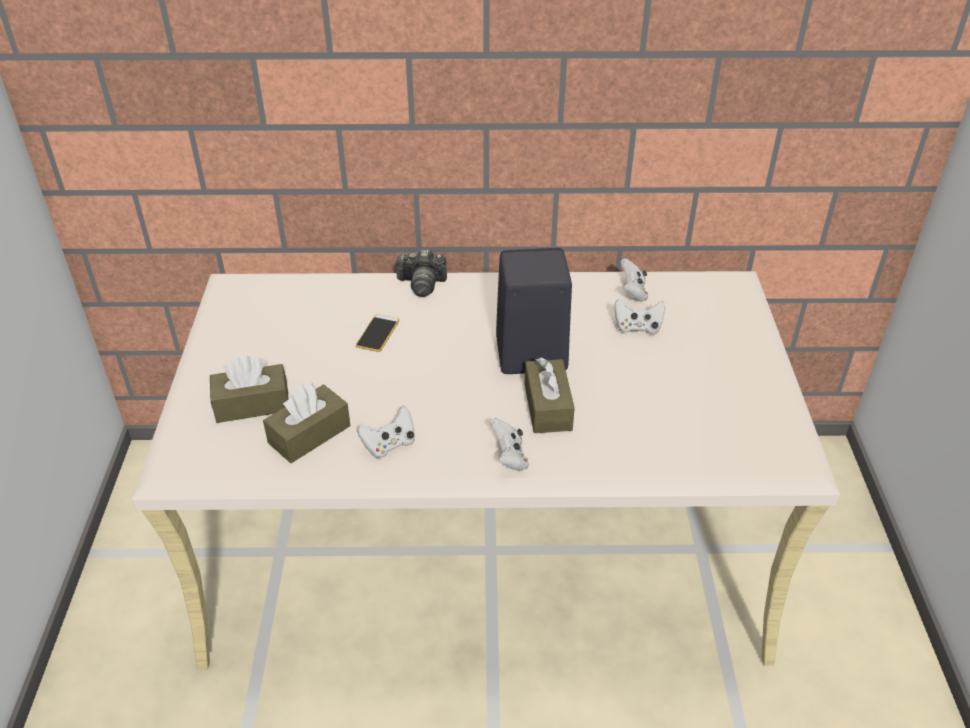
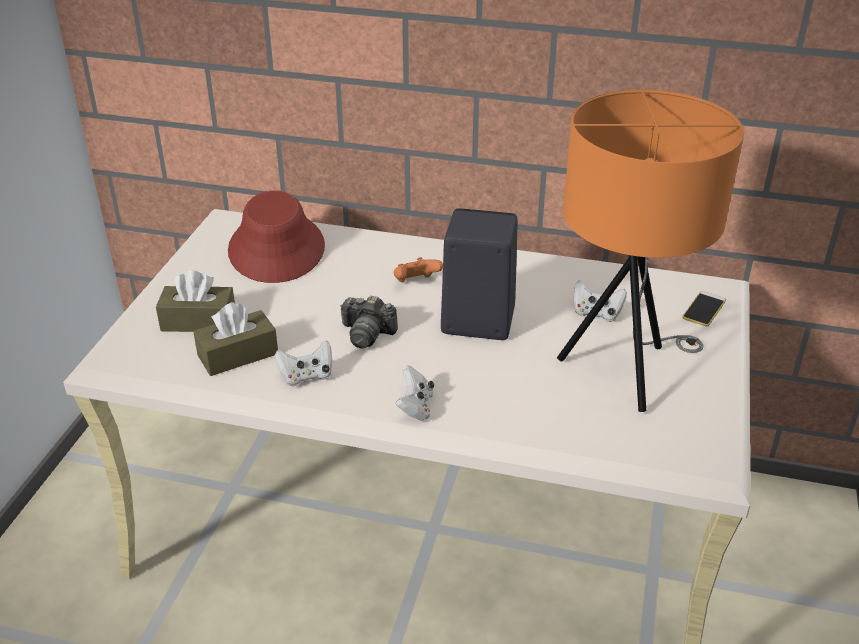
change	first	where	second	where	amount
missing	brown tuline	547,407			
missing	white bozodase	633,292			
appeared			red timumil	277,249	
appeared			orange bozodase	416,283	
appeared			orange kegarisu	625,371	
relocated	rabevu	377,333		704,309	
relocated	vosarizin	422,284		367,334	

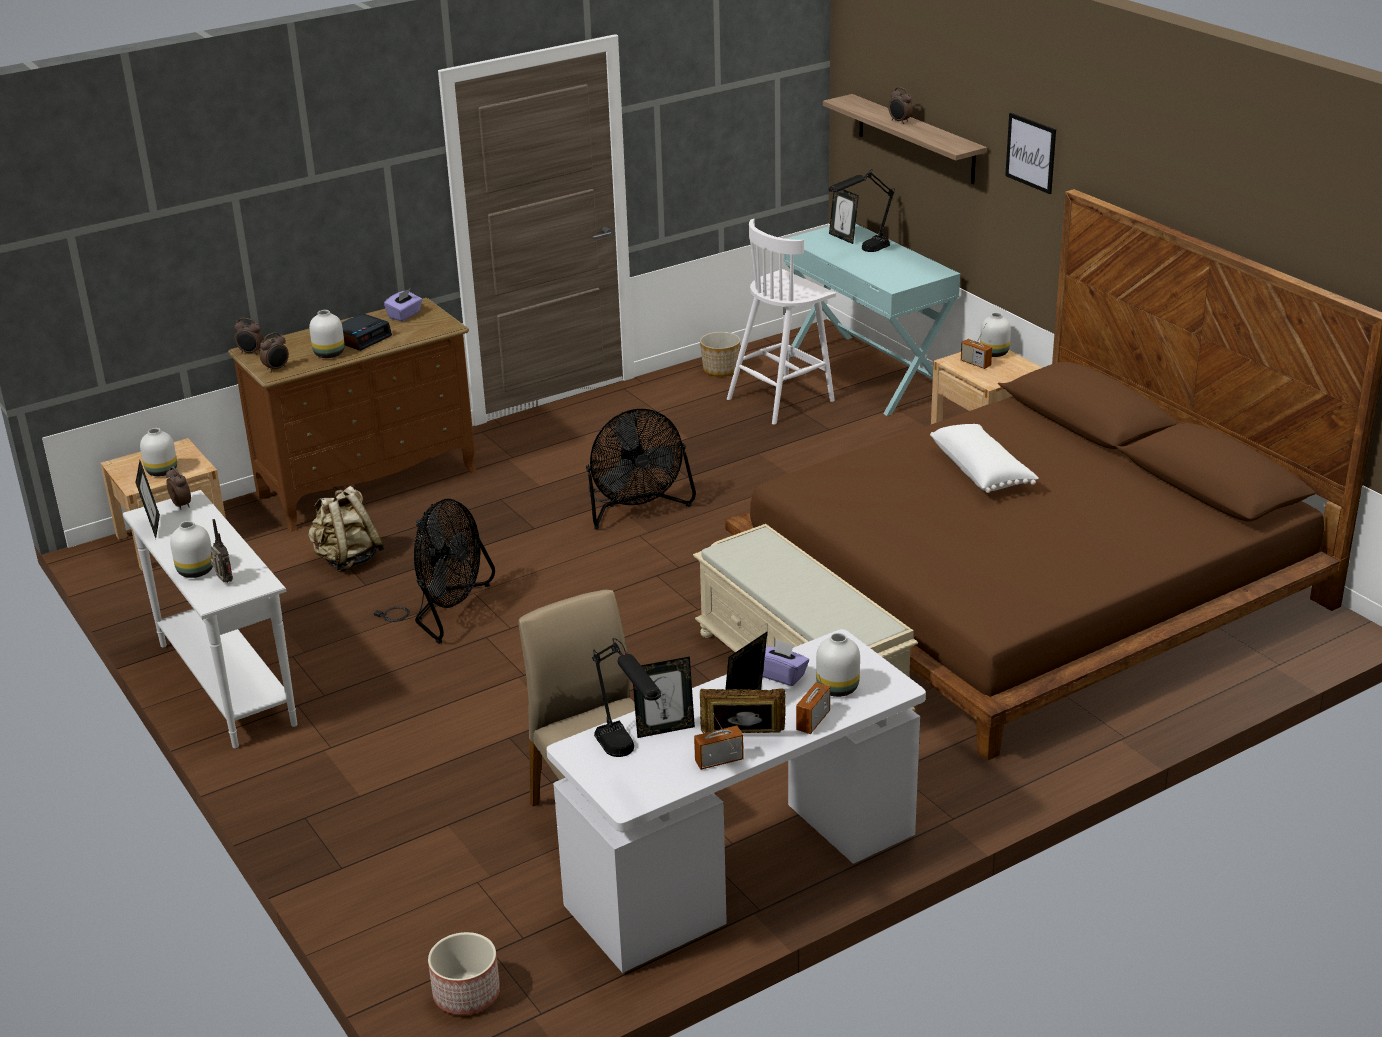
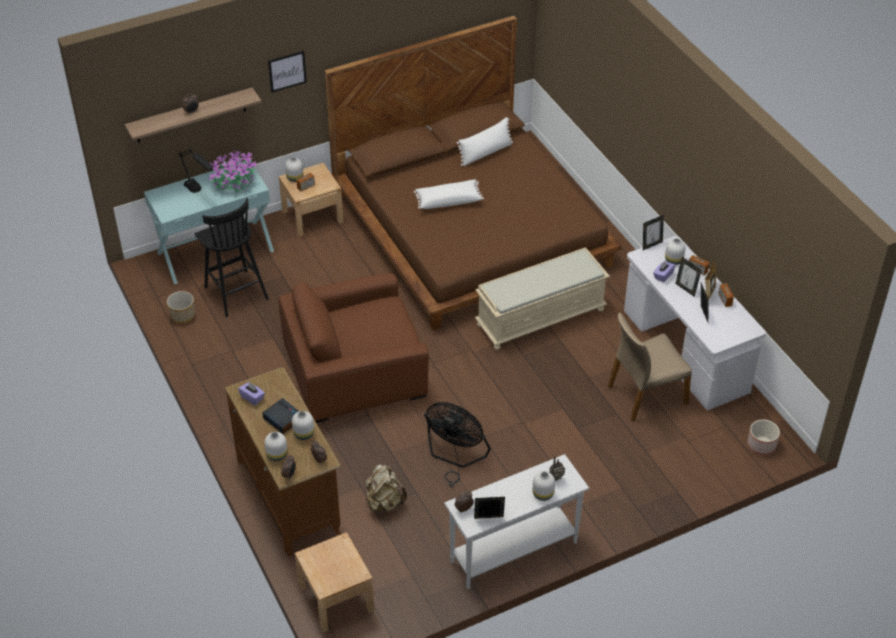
change	first	where	second	where	amount
missing	black kegarisu	628,760			
appeared			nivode	235,183	
appeared			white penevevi	485,153	
relocated	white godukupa	161,471		276,455	
relocated	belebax	843,238		651,245	
exchanged	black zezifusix	631,508	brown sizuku	355,369	
colour	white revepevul	783,398	black revepevul	235,291	

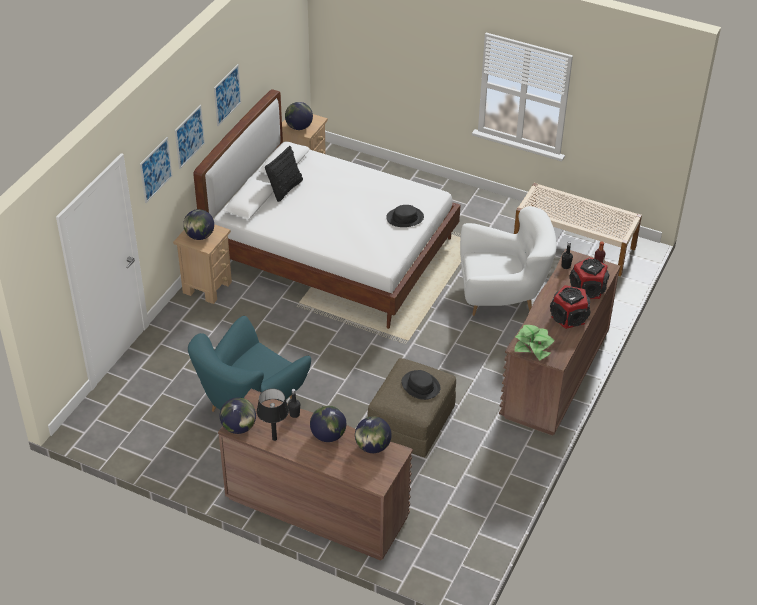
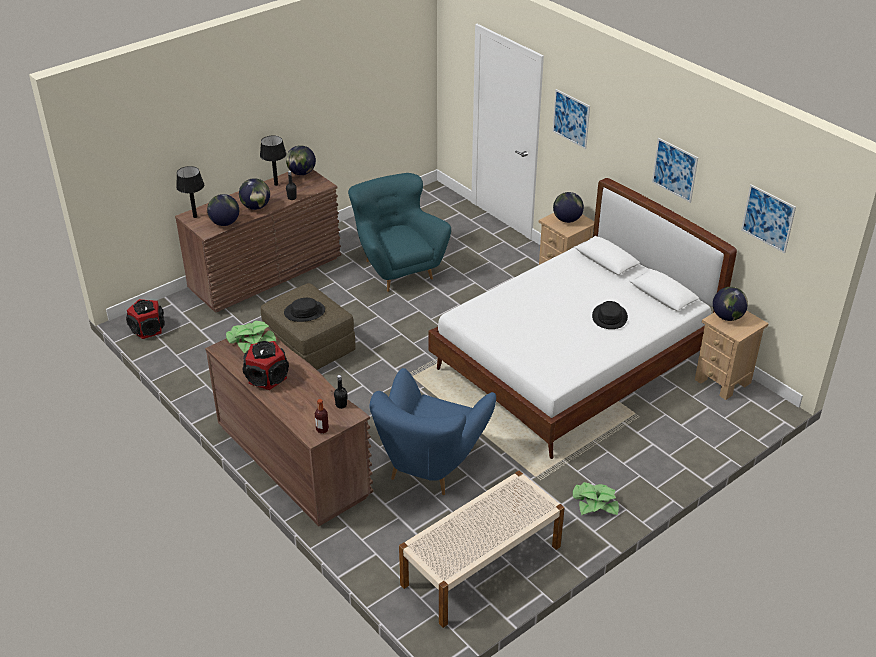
change	first	where	second	where	amount
missing	black penevevi	285,189			
appeared			black kegarisu	195,217	
appeared			nivode	595,503	
relocated	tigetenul	189,136		768,218	
relocated	black timumil	405,218		609,317	
relocated	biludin	587,289		148,329	
colour	white sizuku	502,297	blue sizuku	430,465	

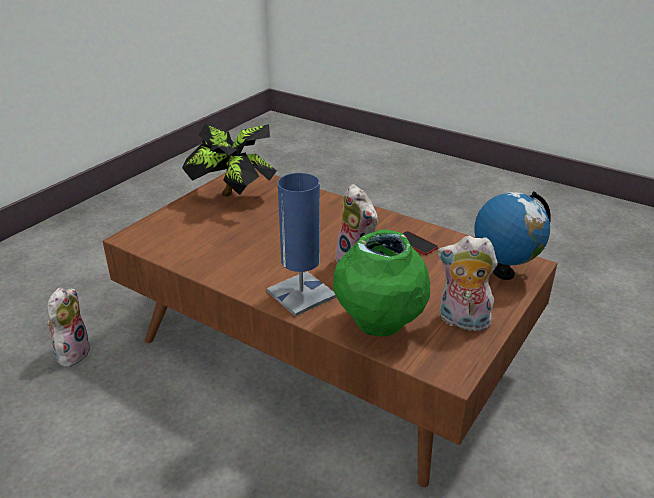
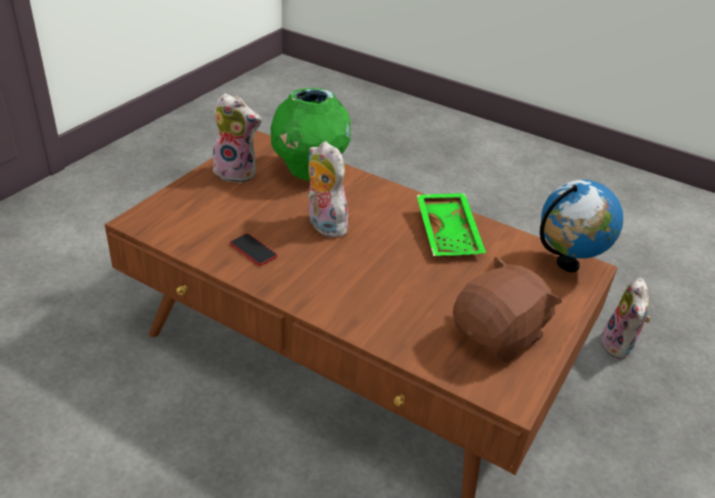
change	first	where	second	where	amount
missing	blue kegarisu	301,294			
appeared			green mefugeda	449,233	
relocated	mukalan	503,273		567,264	
exchanged	nivode	234,197	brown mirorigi	498,335	

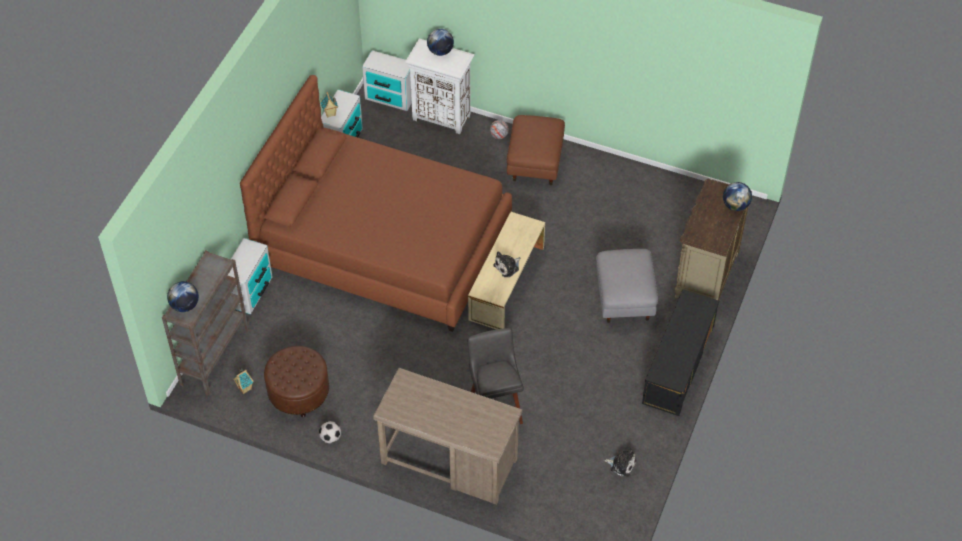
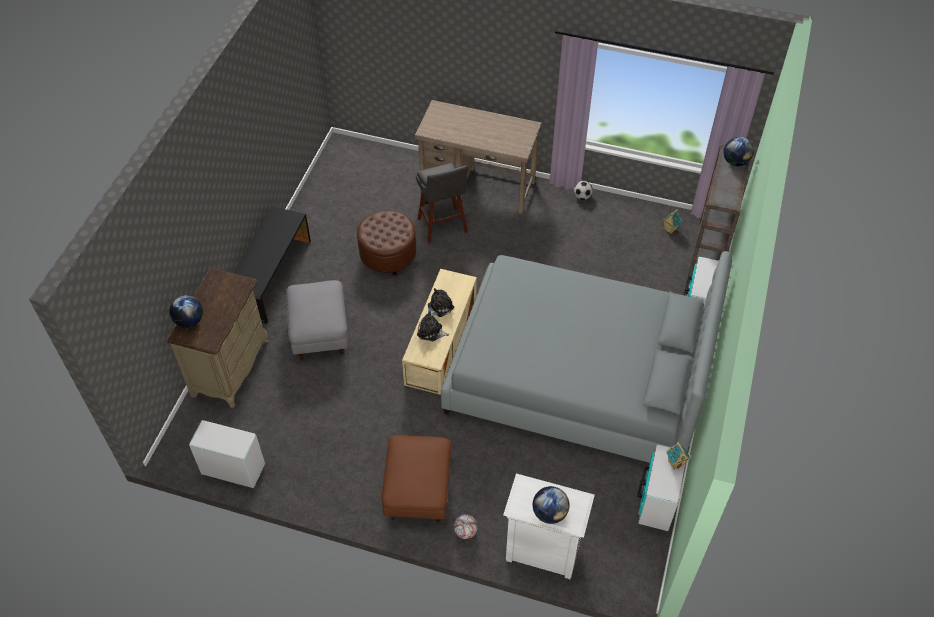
change	first	where	second	where	amount
relocated	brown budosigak	299,394		388,256	
relocated	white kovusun	390,100		234,470	
relocated	mirorigi	621,464		431,331	
colour	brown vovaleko	383,243	grey vovaleko	578,377	

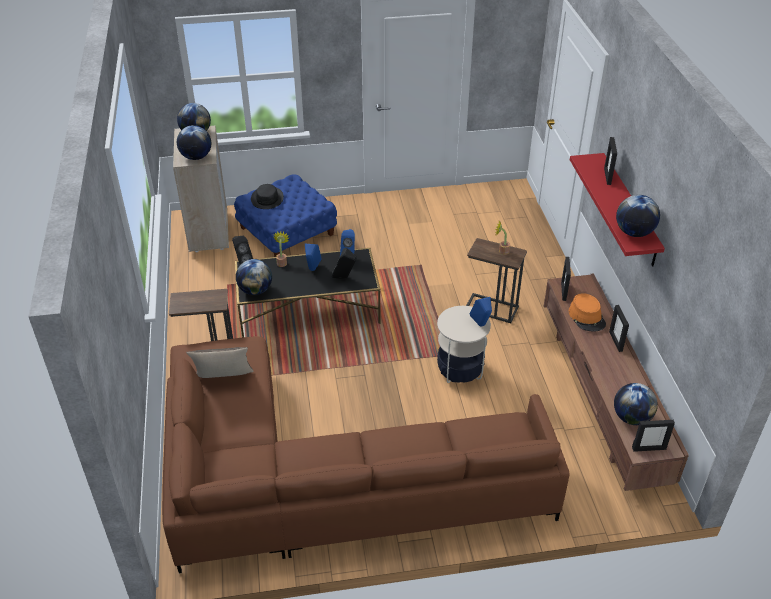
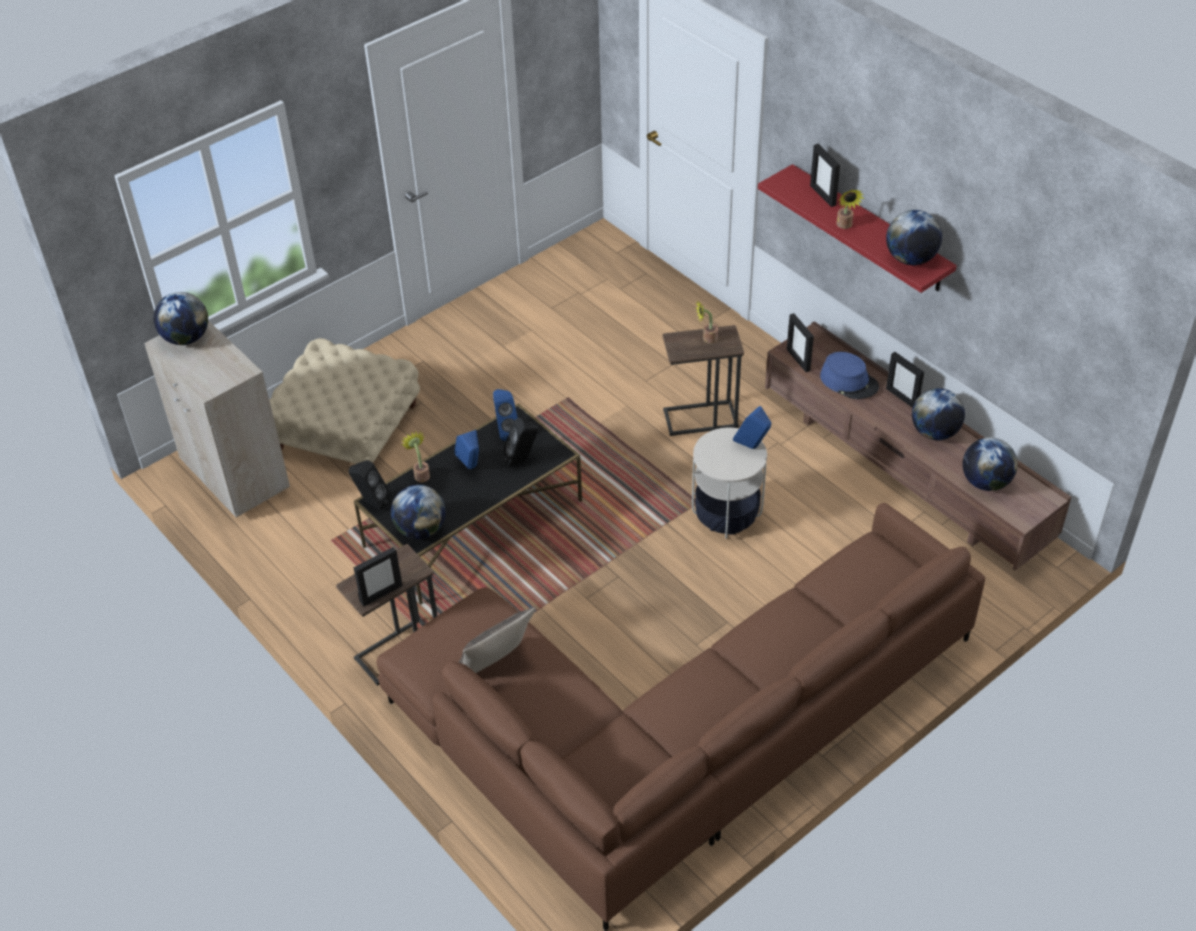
change	first	where	second	where	amount
missing	black timumil	267,198			
appeared			nivode	845,226	
relocated	mukalan	196,157		935,432	
relocated	belebax	649,448		381,593	
colour	blue budosigak	287,231	beige budosigak	346,427	
colour	orange timumil	587,317	blue timumil	849,381	

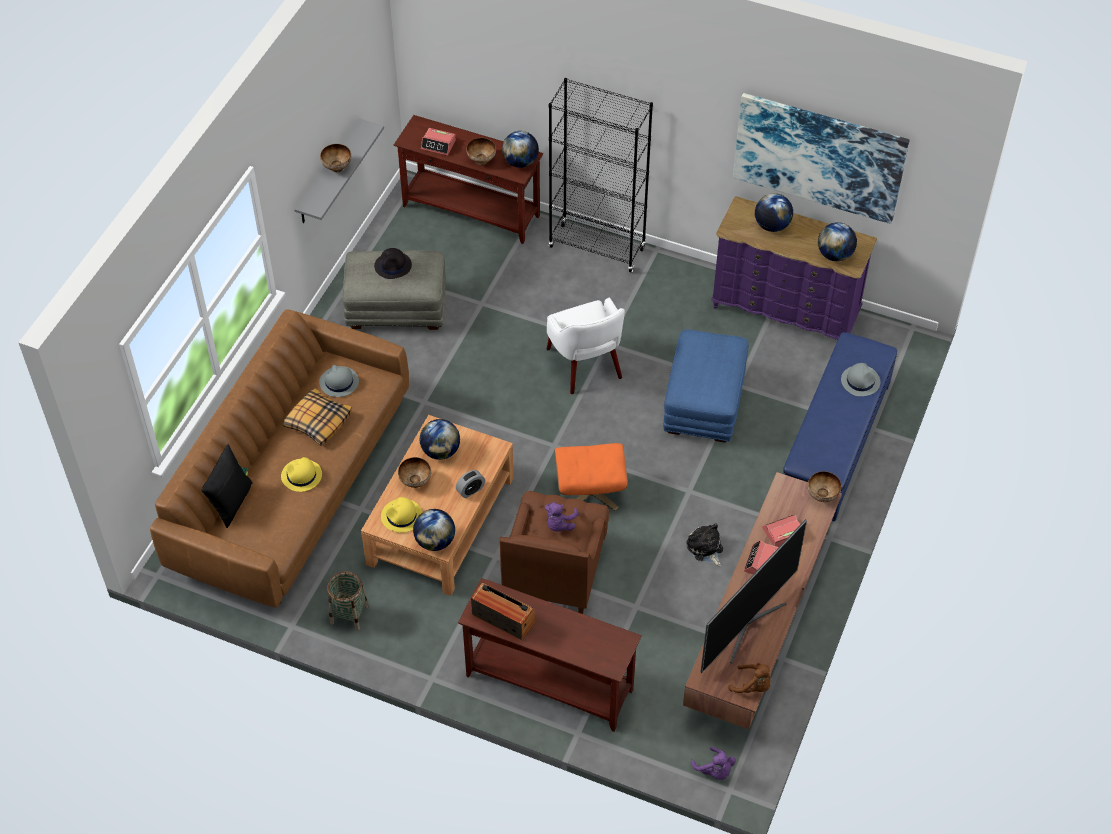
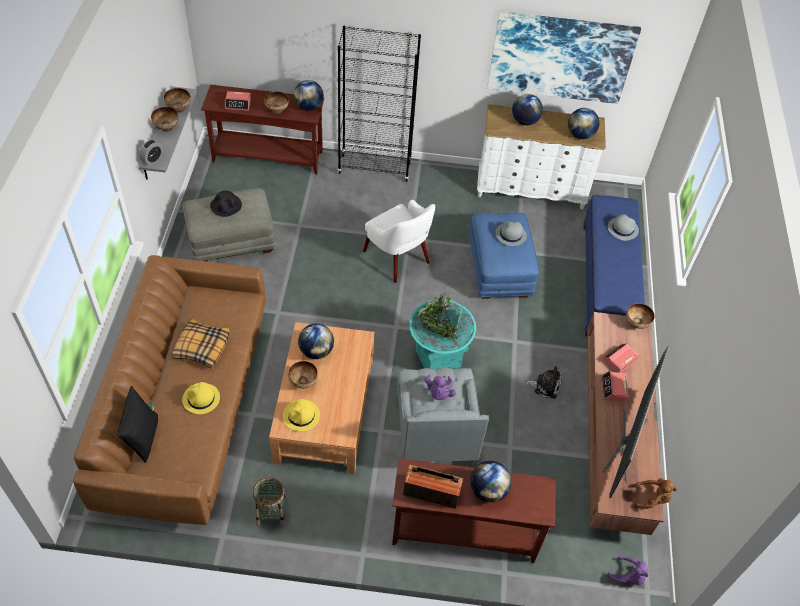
change	first	where	second	where	amount
appeared			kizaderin	178,109	
relocated	grey timumil	338,382		510,235	
relocated	mukalan	435,541		488,490	
relocated	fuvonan	470,490		153,159	
exchanged	orange budosigak	590,491	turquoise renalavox	438,358	
colour	brown sizuku	555,572	grey sizuku	434,433	
colour	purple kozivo	785,311	white kozivo	531,190	
spun	mirorigi	705,548		545,385	150 degrees clockwise

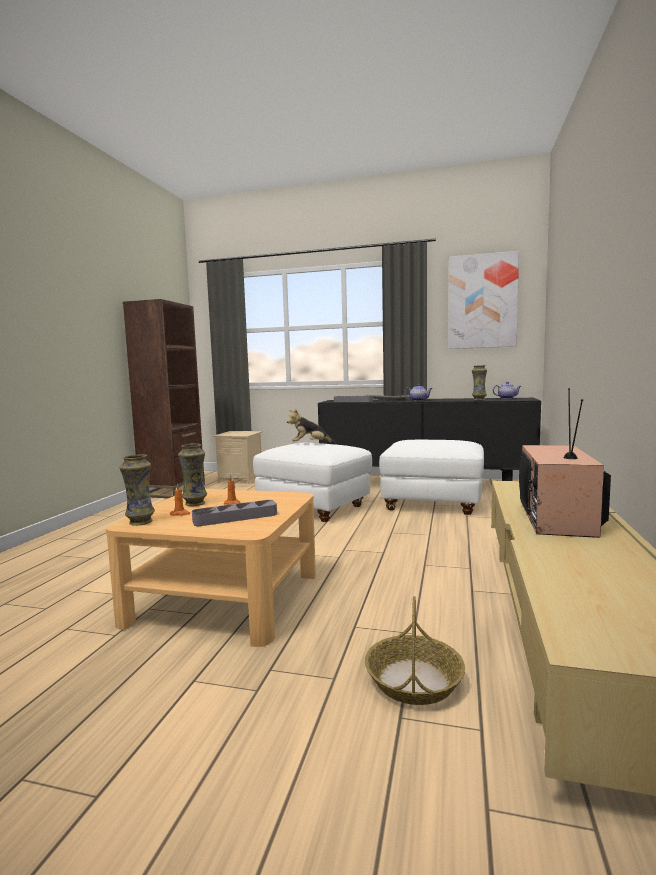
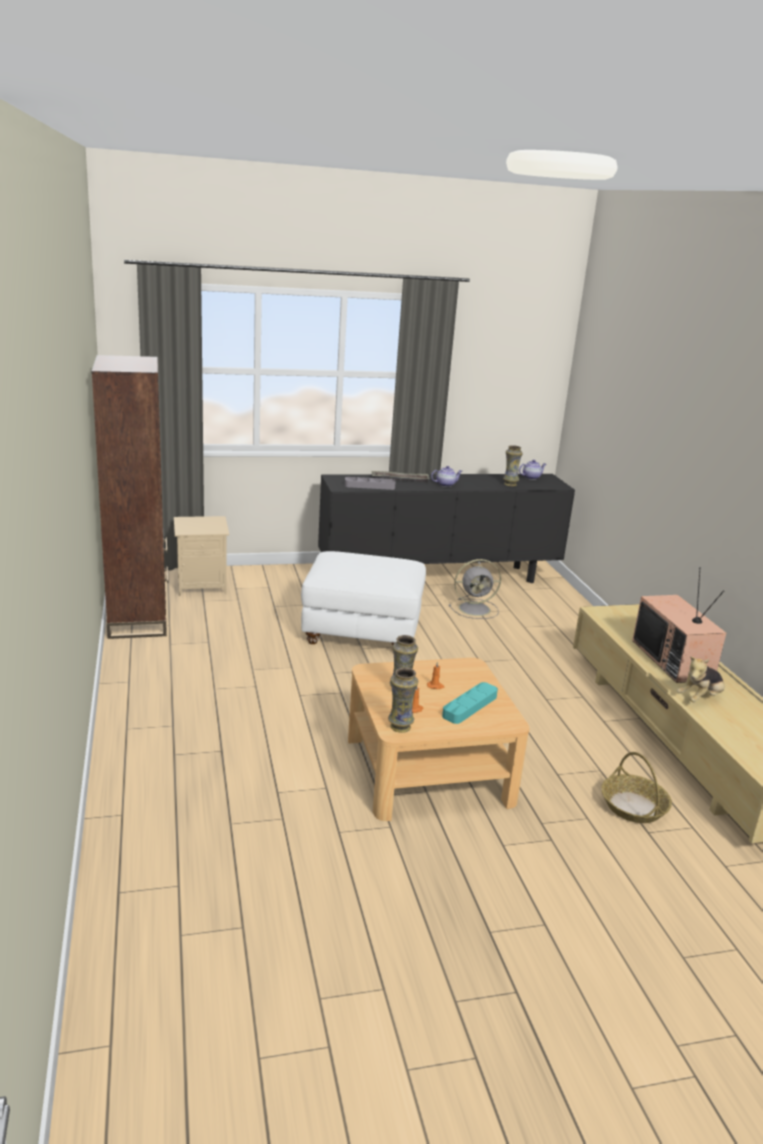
change	first	where	second	where	amount
missing	tigetenul	482,301			
relocated	mirorigi	310,444		700,698	
exchanged	white budosigak	433,503	grey zezifusix	475,609	
colour	grey mefugeda	235,517	turquoise mefugeda	470,706	

